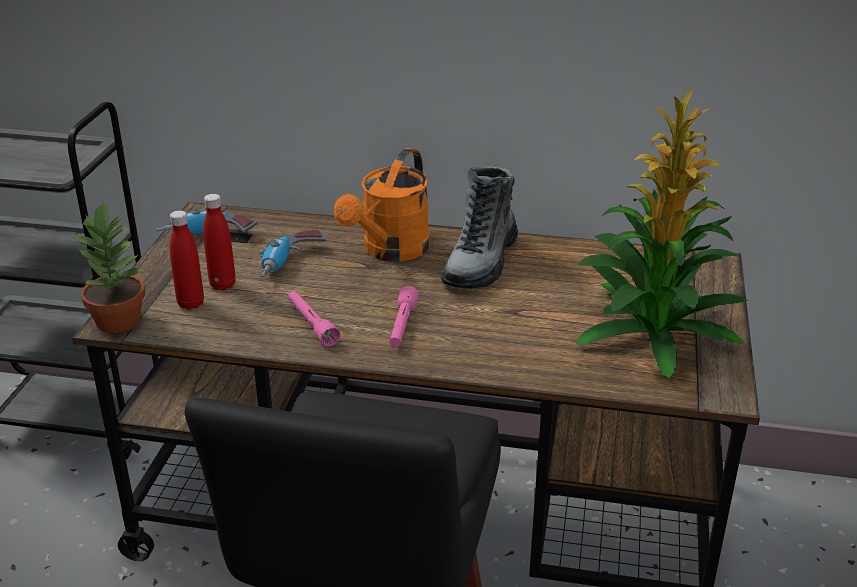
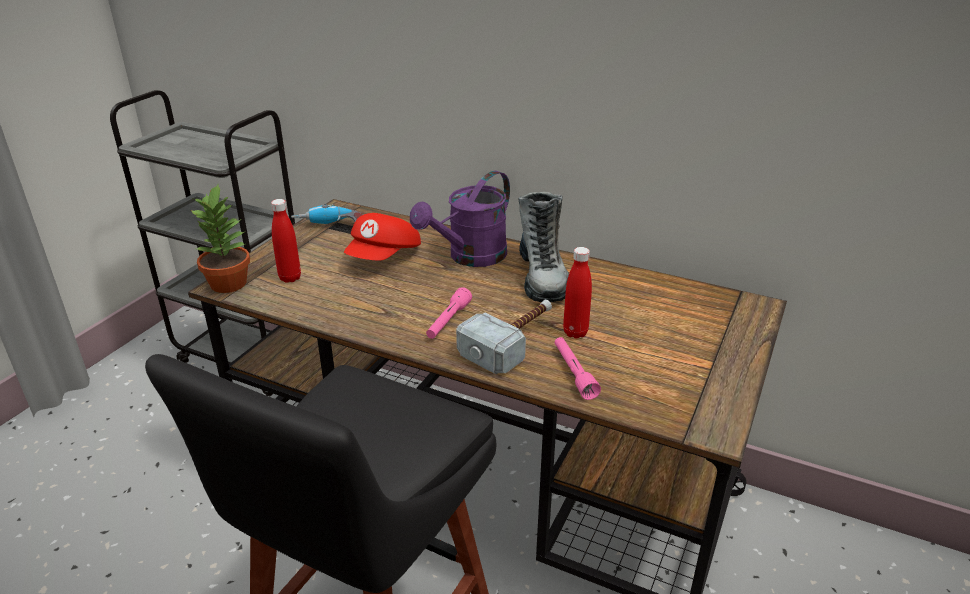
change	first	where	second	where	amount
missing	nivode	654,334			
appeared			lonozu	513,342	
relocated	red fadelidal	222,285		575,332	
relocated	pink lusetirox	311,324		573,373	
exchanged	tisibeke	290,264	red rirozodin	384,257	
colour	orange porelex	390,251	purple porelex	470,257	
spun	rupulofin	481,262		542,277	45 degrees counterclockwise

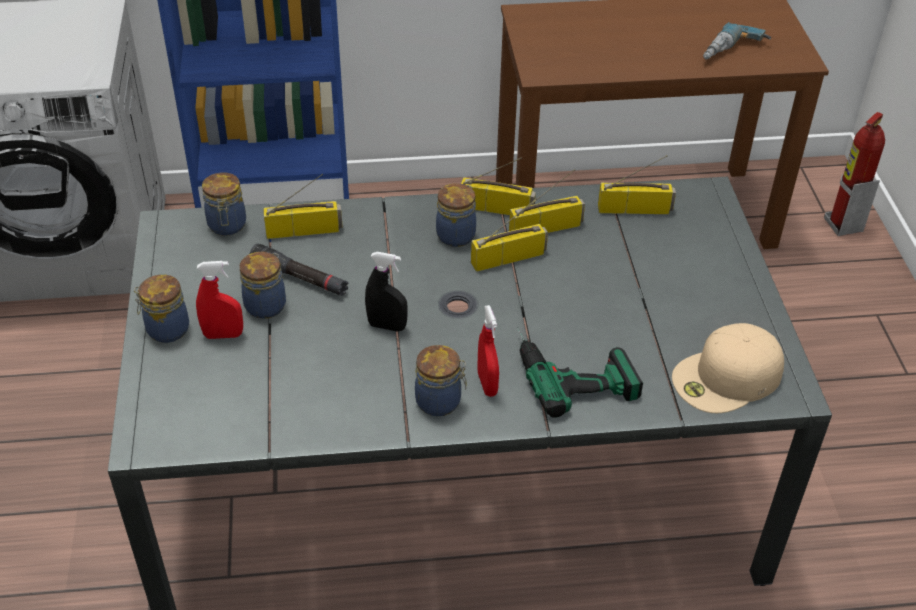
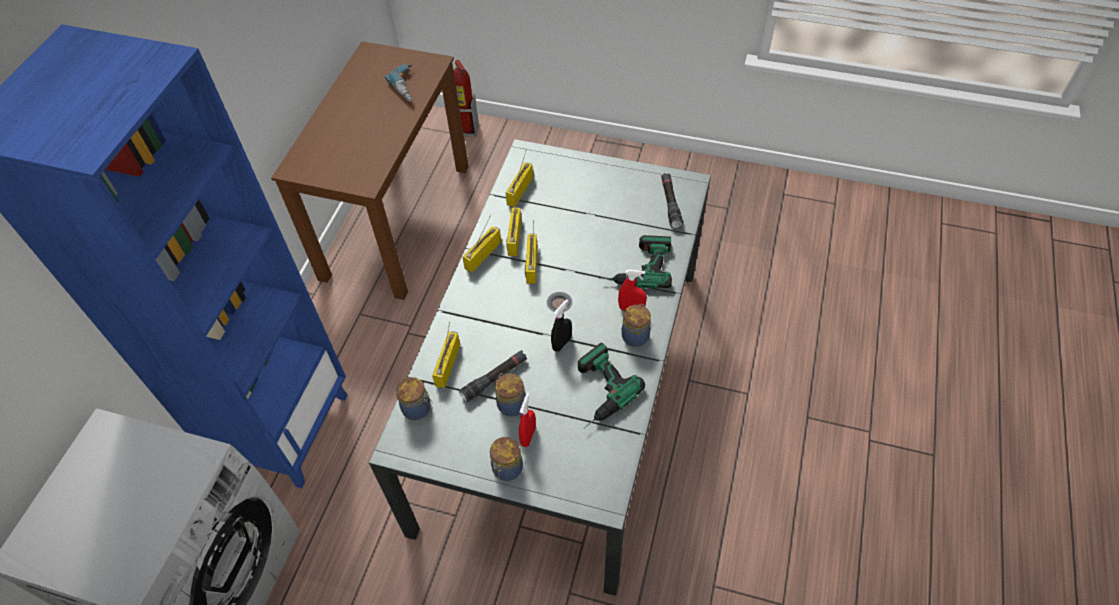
change	first	where	second	where	amount
missing	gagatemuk	457,234			
appeared			tisibeke	596,392	
exchanged	beige rirozodin	727,378	black lusetirox	670,204	

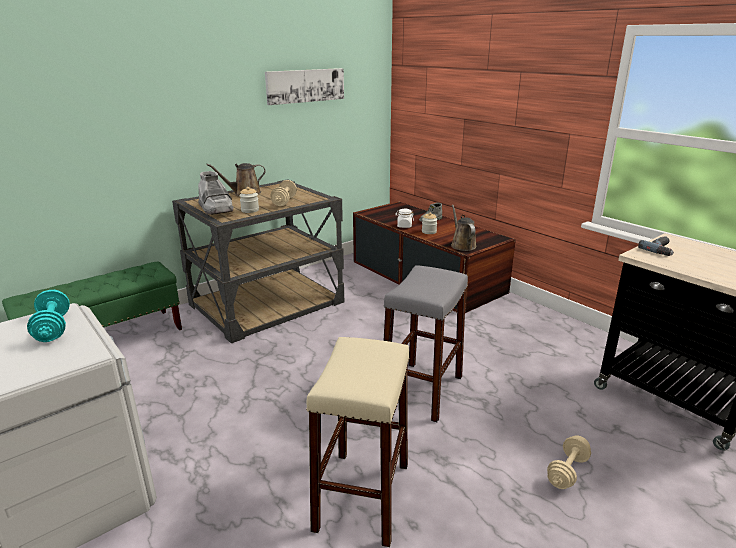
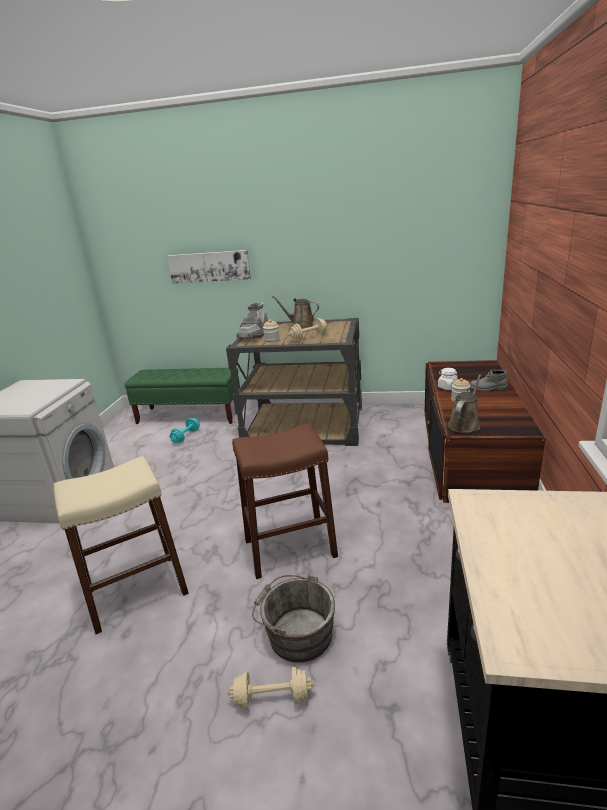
change	first	where	second	where	amount
missing	tisibeke	661,250			
appeared			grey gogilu	297,633	
relocated	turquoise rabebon	53,328		186,437	
relocated	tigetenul	305,85		209,266	
colour	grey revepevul	422,390	brown revepevul	289,548	

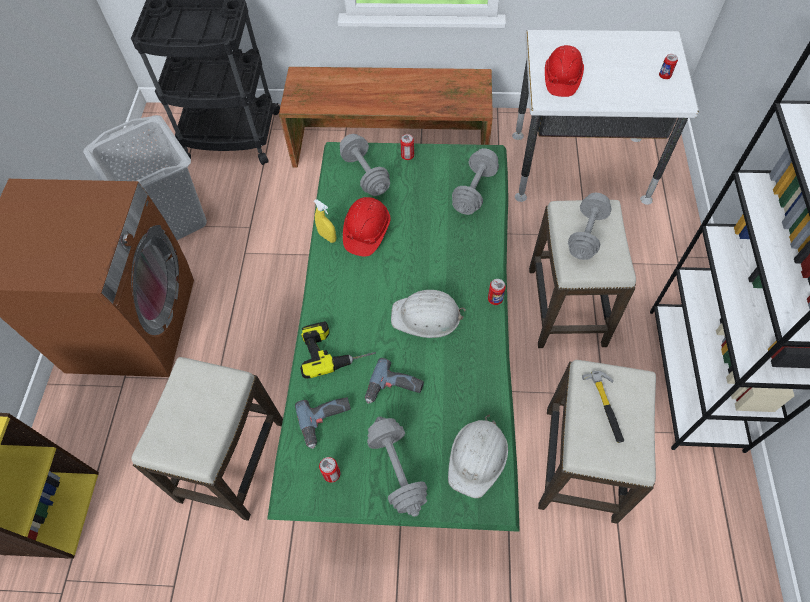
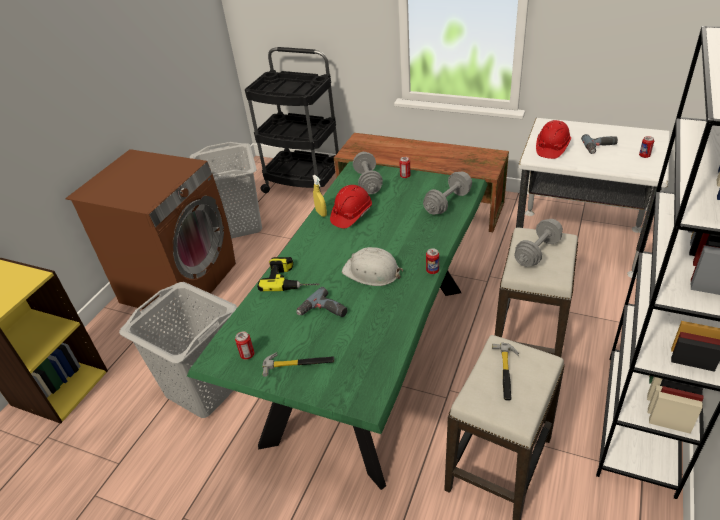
change	first	where	second	where	amount
missing	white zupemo	478,457			
relocated	tisibeke	326,422		600,148	
exchanged	revepevul	232,460	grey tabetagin	205,386	
exchanged	grey rabebon	397,470	lonozu	298,363	

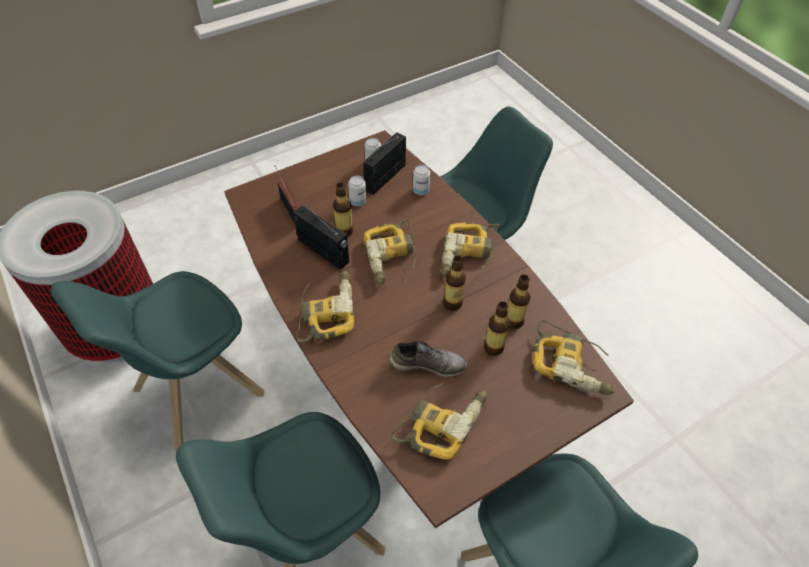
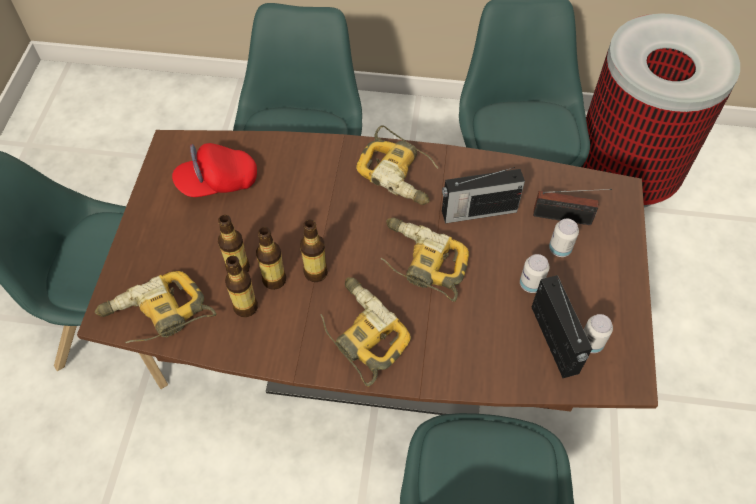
change	first	where	second	where	amount
missing	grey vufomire	428,364			
relocated	fadelidal	344,231		274,280	
relocated	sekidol	420,191		559,249	
exchanged	tisibeke	441,421	red rirozodin	218,182	

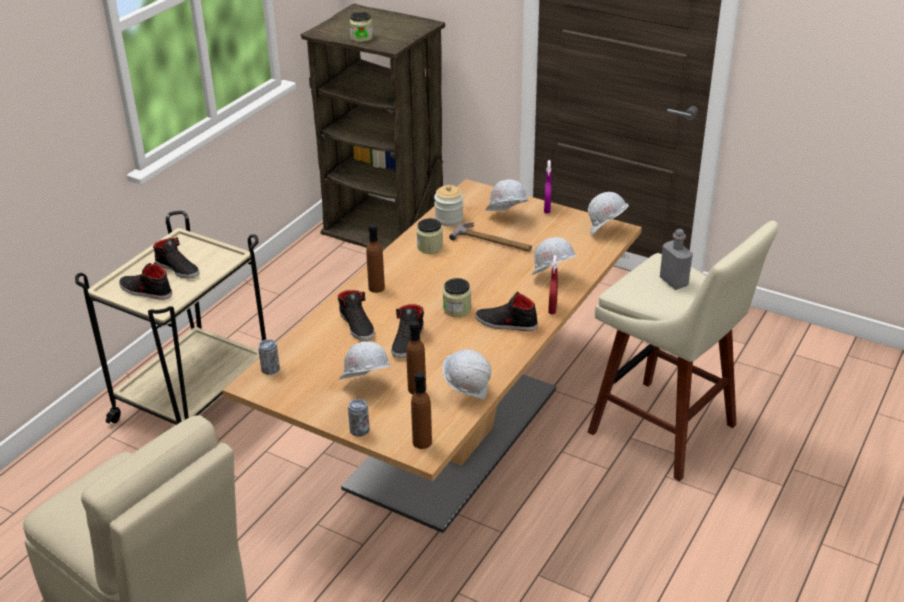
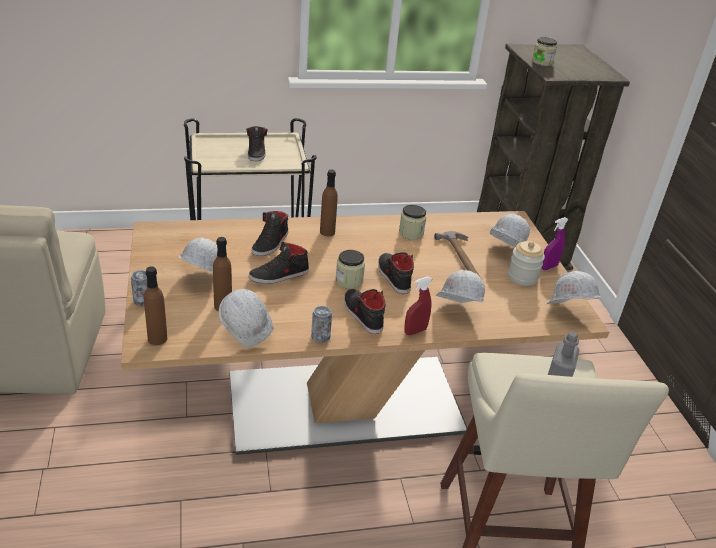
change	first	where	second	where	amount
relocated	black vufomire	145,291		393,276	
relocated	sekidol	270,369		320,337	
relocated	gagatemuk	449,219		522,277	

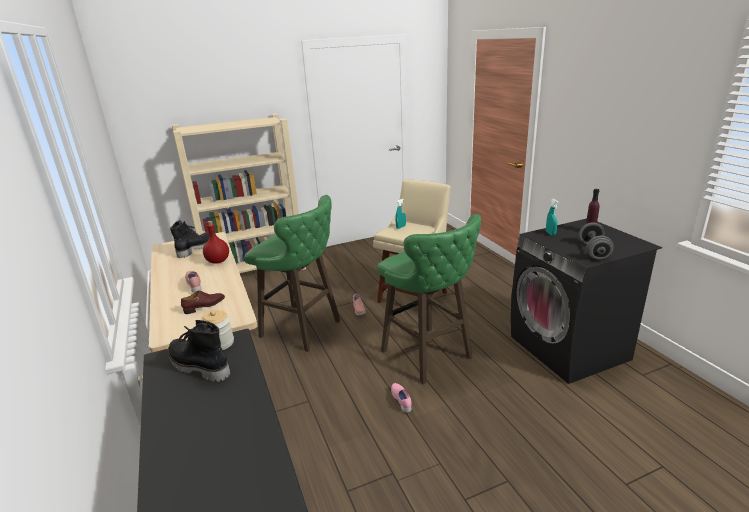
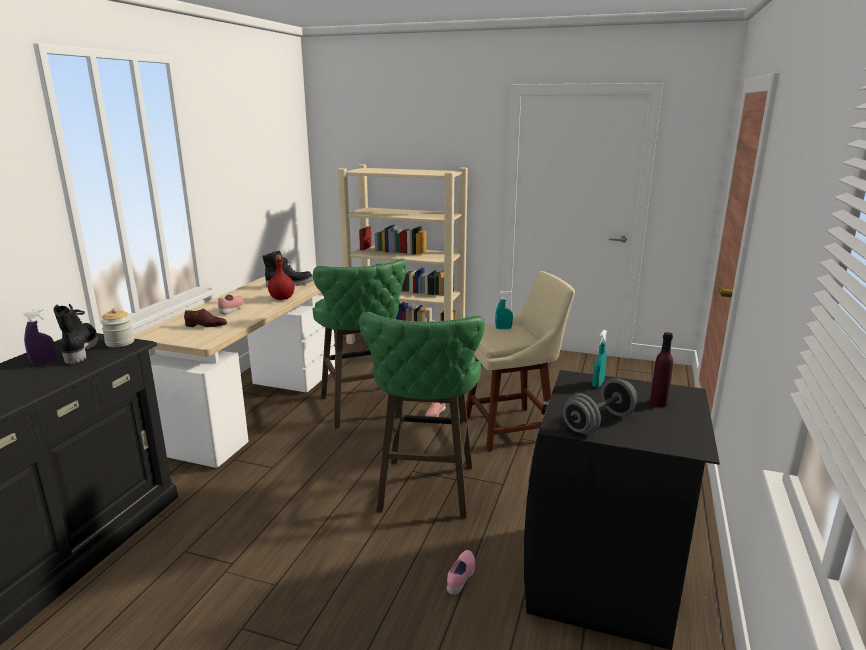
change	first	where	second	where	amount
appeared			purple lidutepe	43,361	
relocated	pink vufomire	402,401		461,577	

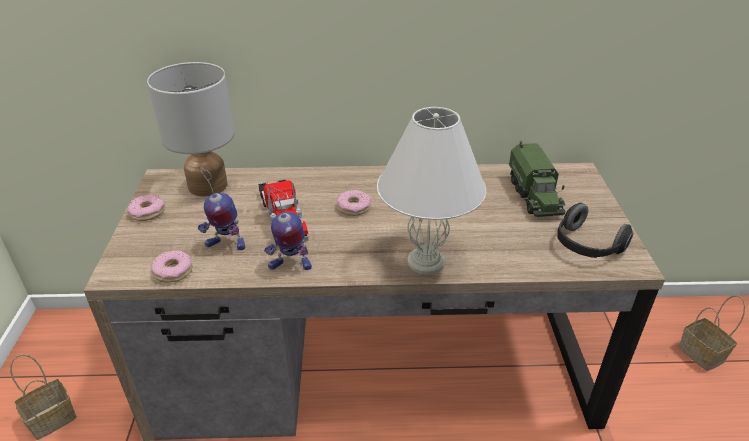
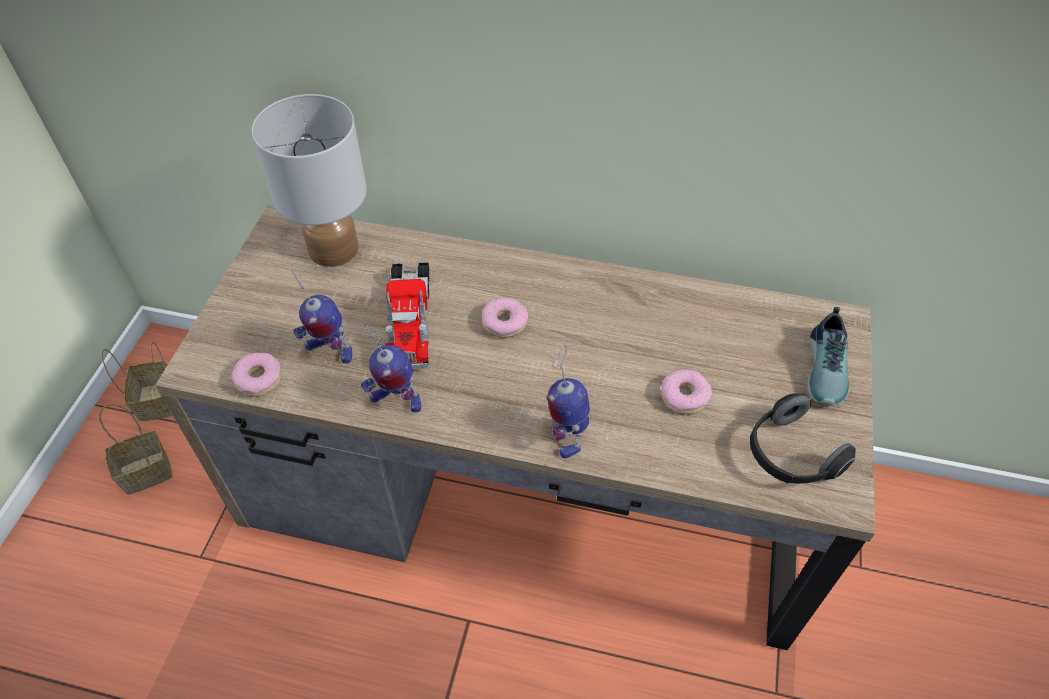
change	first	where	second	where	amount
missing	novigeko	534,196			
appeared			vufomire	828,369	
relocated	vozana	147,212		684,396	
relocated	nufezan	703,354		158,402	
exchanged	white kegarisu	427,262	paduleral	566,433	

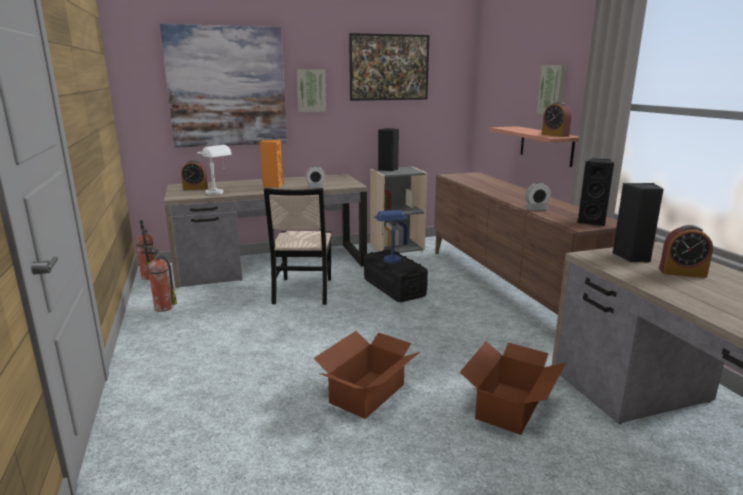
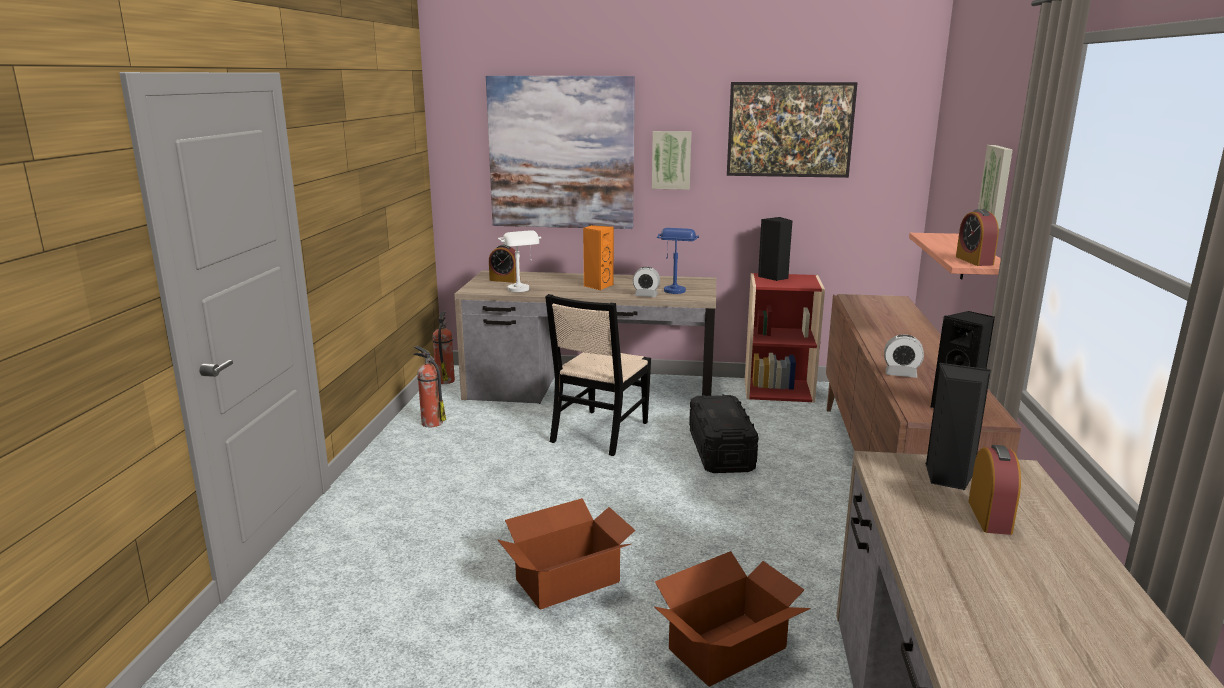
change	first	where	second	where	amount
relocated	blue kegarisu	390,258		675,289	
colour	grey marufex	397,246	red marufex	779,390	
spun	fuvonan	682,273		989,517	120 degrees counterclockwise

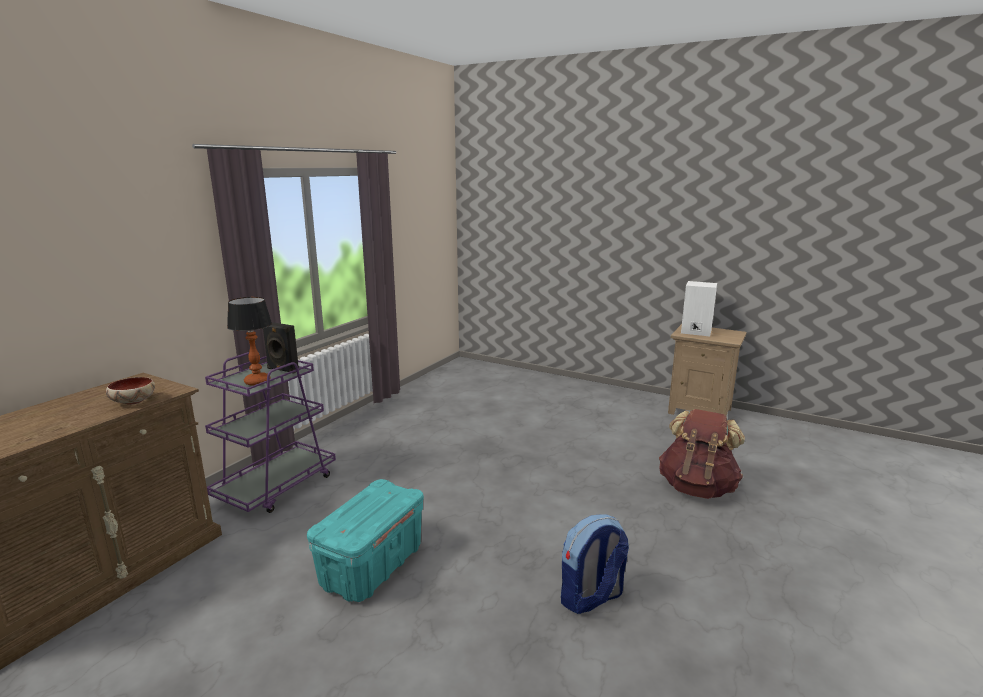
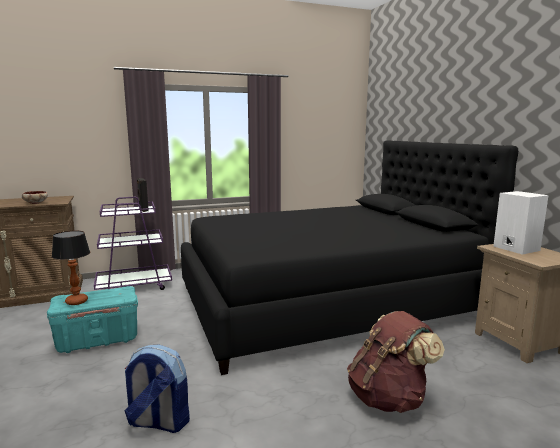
change	first	where	second	where	amount
appeared			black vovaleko	327,301	
relocated	kegarisu	257,382		76,301	

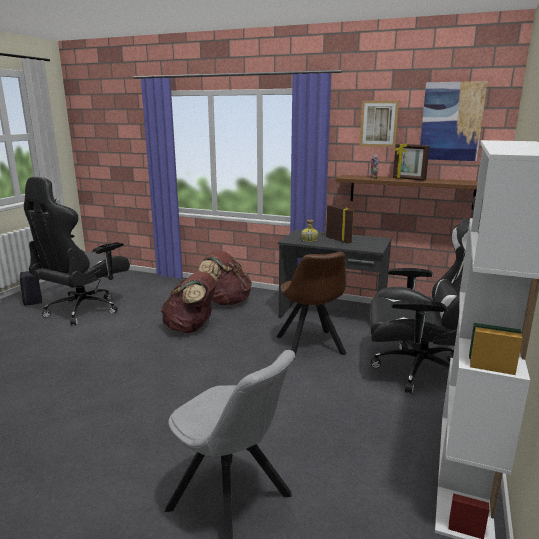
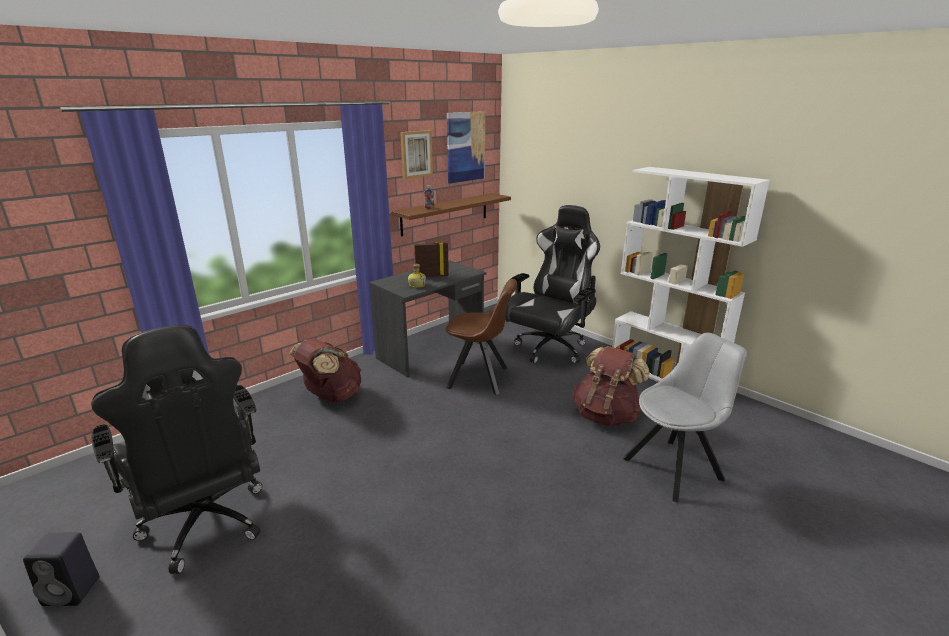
change	first	where	second	where	amount
missing	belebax	408,179			
relocated	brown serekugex	191,328		606,415	

